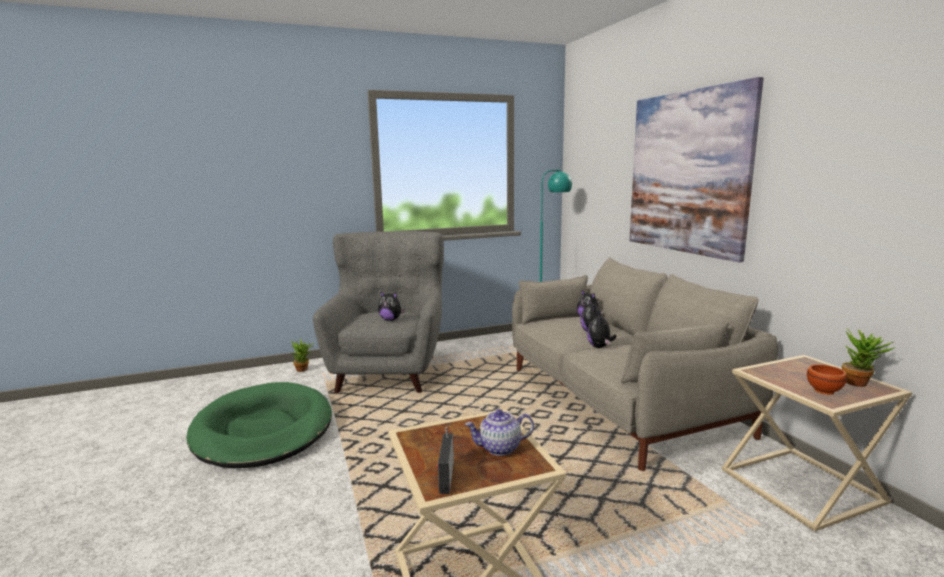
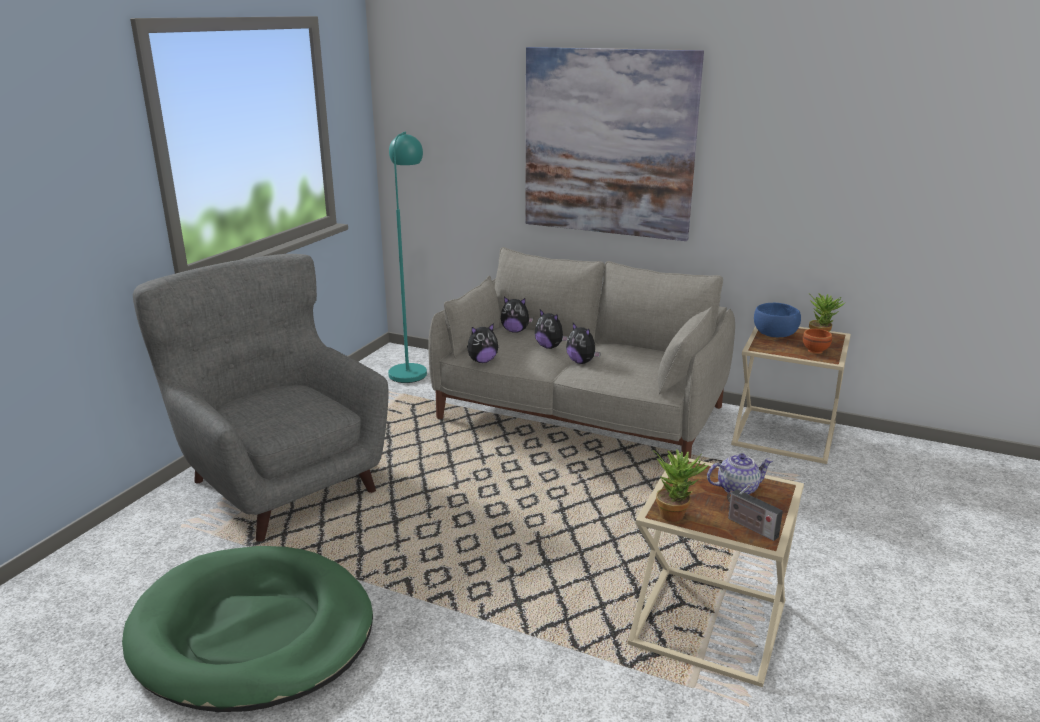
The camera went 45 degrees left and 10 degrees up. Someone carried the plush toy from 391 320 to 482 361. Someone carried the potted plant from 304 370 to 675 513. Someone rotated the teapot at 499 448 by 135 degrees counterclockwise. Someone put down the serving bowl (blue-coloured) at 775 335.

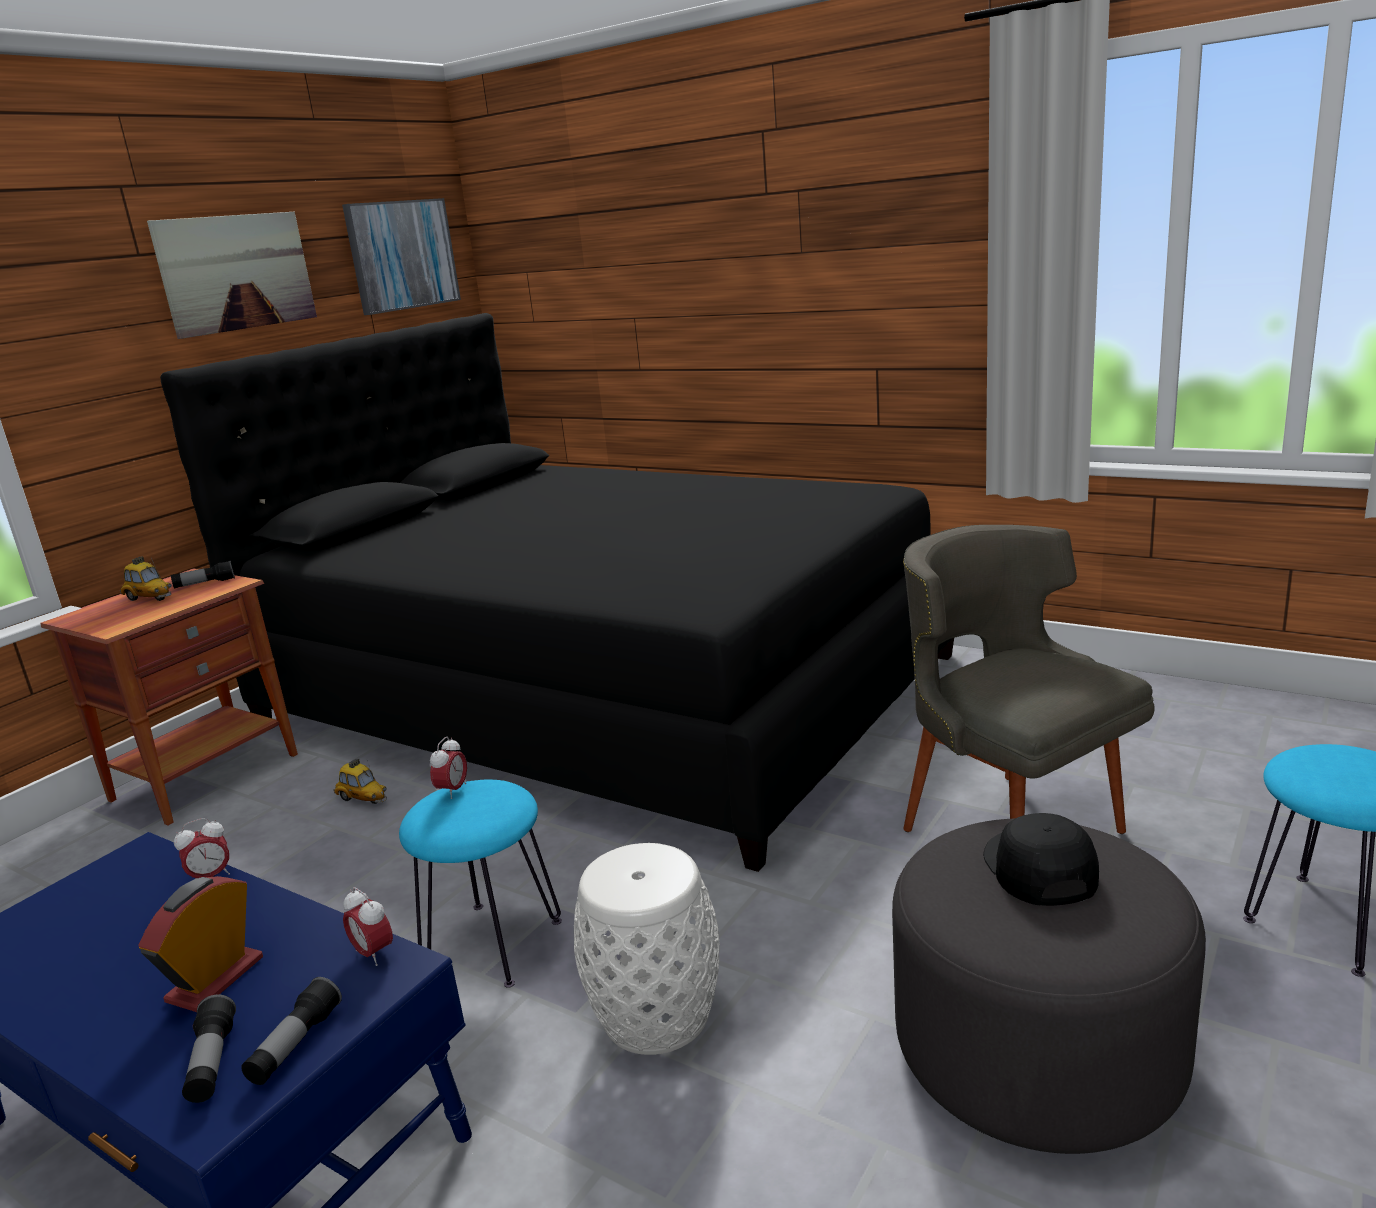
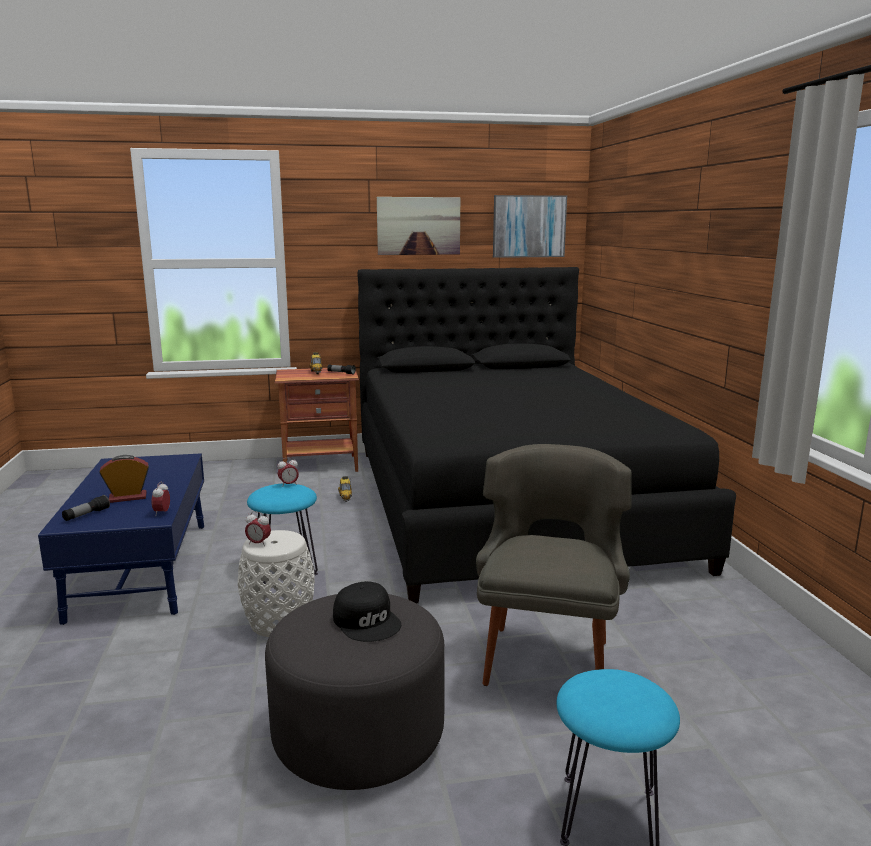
The camera went 45 degrees right and 5 degrees down. Someone carried the alarm clock from 211 877 to 258 543. Someone rotated the baseball cap (black) at 1037 868 by 105 degrees clockwise. Someone took away the flashlight at 295 1045.

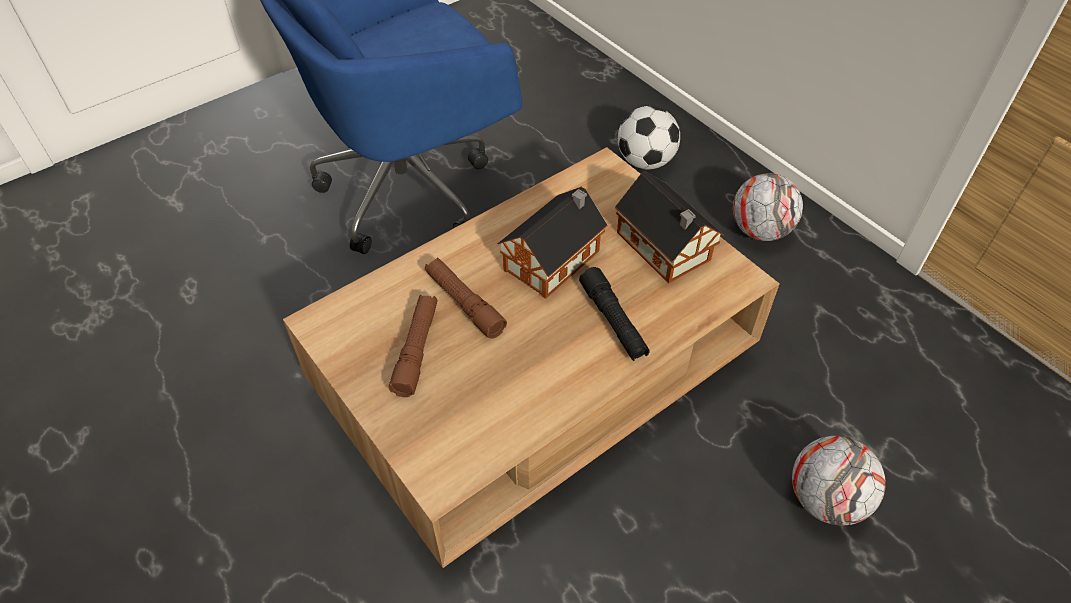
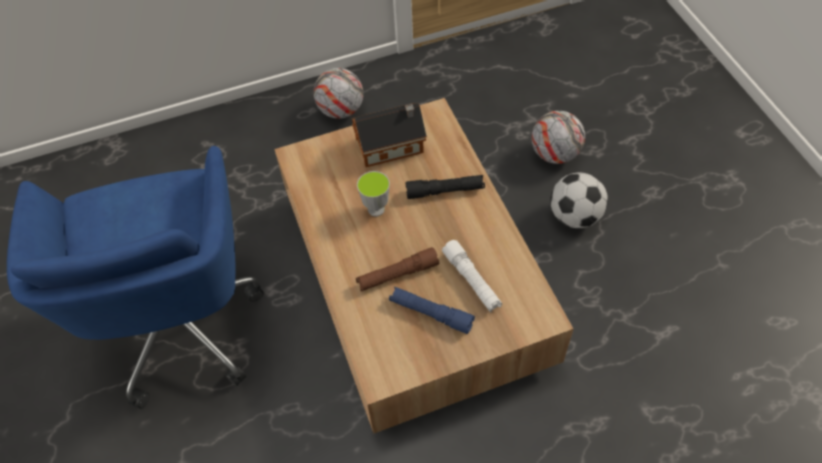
The camera went 70 degrees left and 5 degrees up. Someone swapped the model house at 555 258 for the drinking cup at 376 209. Someone repainted the flashlight (brownish) at 416 350, which became the flashlight (blue-coloured) at 431 313. Someone put down the flashlight (whitish) at 471 280. Someone carried the football ball from 645 161 to 574 216.

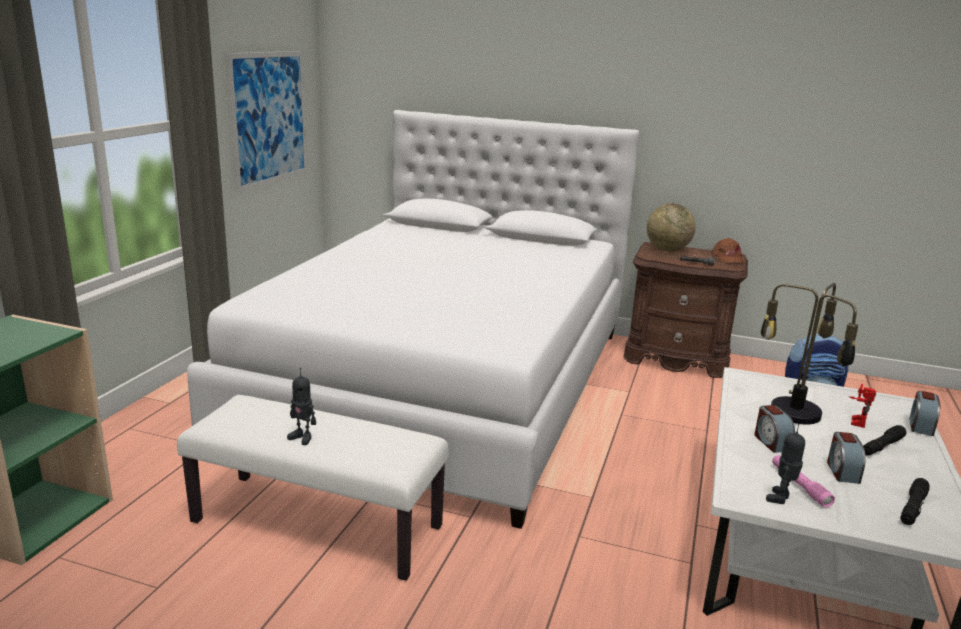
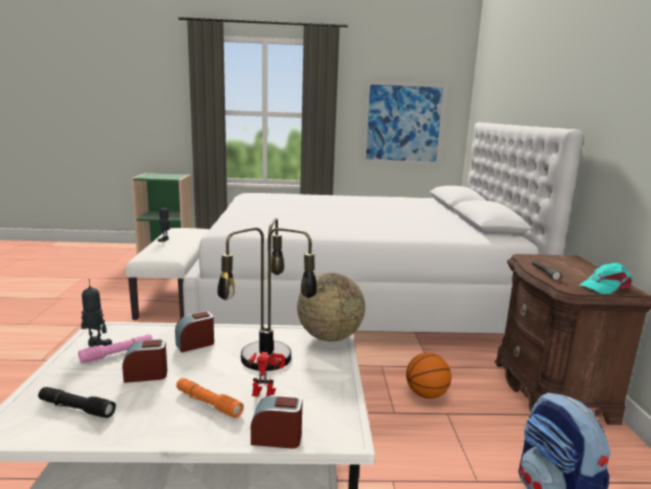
The camera went 70 degrees right and 5 degrees down. Someone repainted the flashlight (black) at 882 446, which became the flashlight (orange) at 208 403. Someone carried the globe from 667 250 to 329 337. Someone put down the ball for basketball at 426 394. Someone repainted the baseball cap (brownish) at 727 258, which became the baseball cap (blue-green) at 605 287.

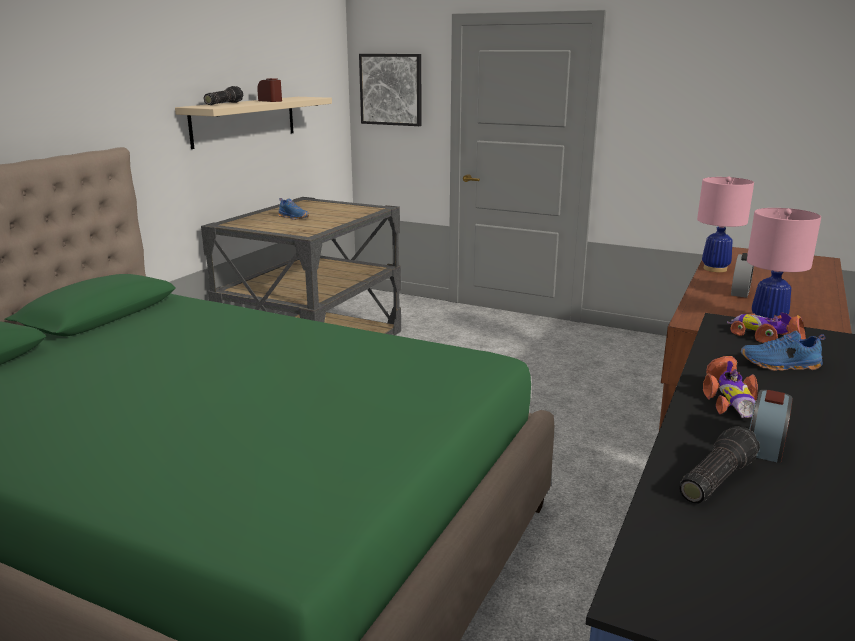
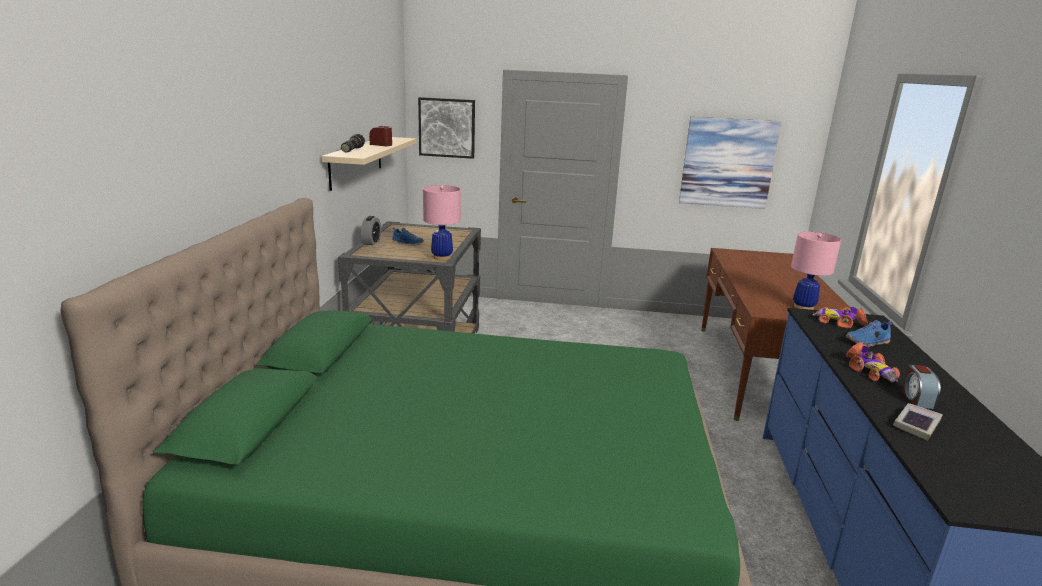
The camera went 20 degrees left and 0 degrees up. Someone carried the alarm clock from 740 292 to 371 242. Someone carried the lamp for a table (pink-coloured) from 715 269 to 442 257. Someone put up the wall art at 728 163. Someone swapped the flashlight at 714 479 for the book at 916 425.

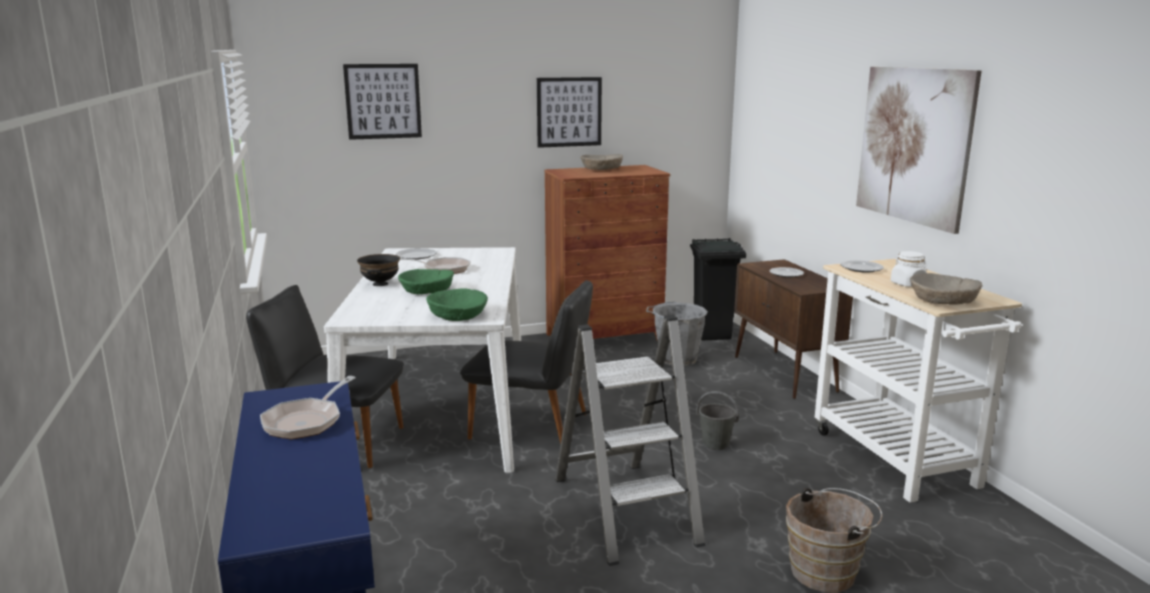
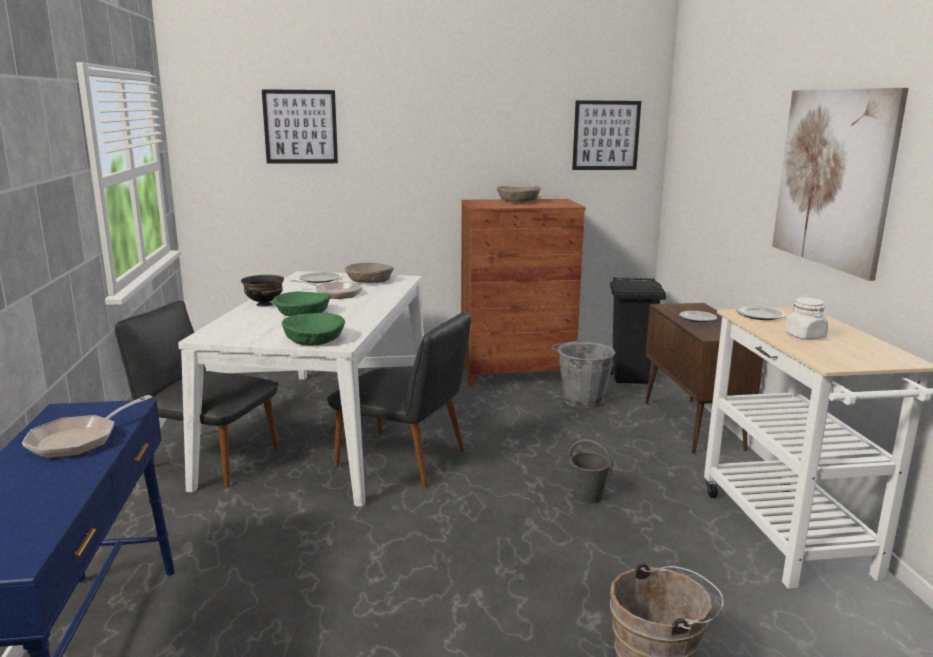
The camera went 10 degrees right and 0 degrees up. Someone carried the serving bowl (sand-coloured) from 943 301 to 369 281. Someone carried the wall art from 569 112 to 606 135. Someone took away the step stool (grey) at 624 508.

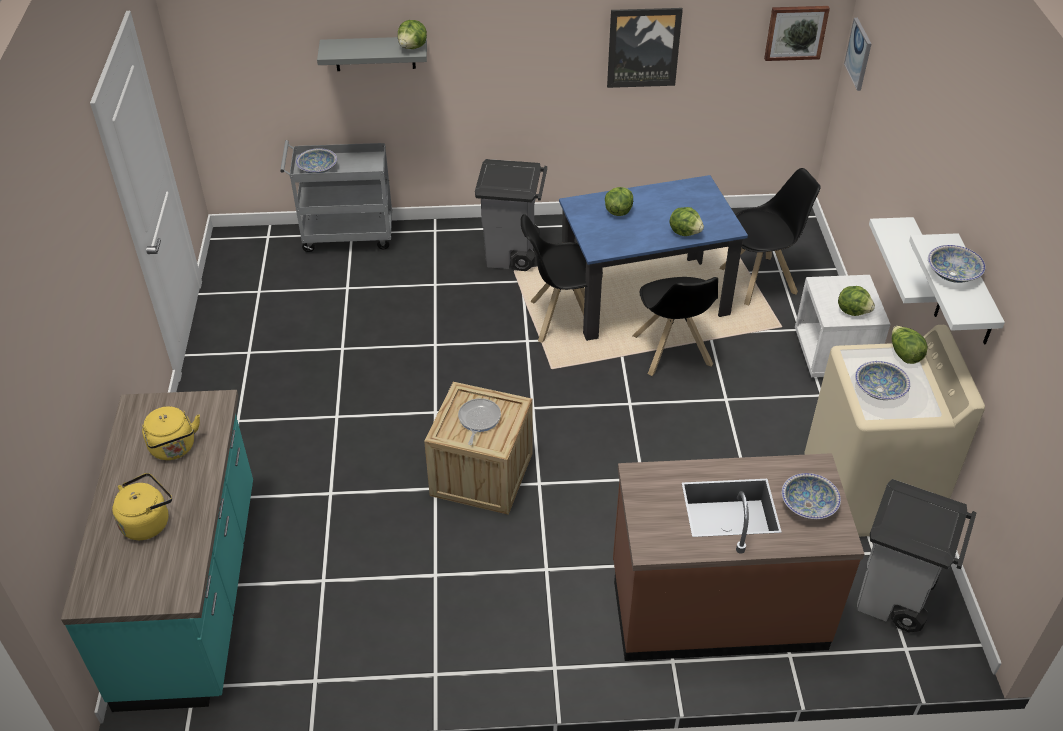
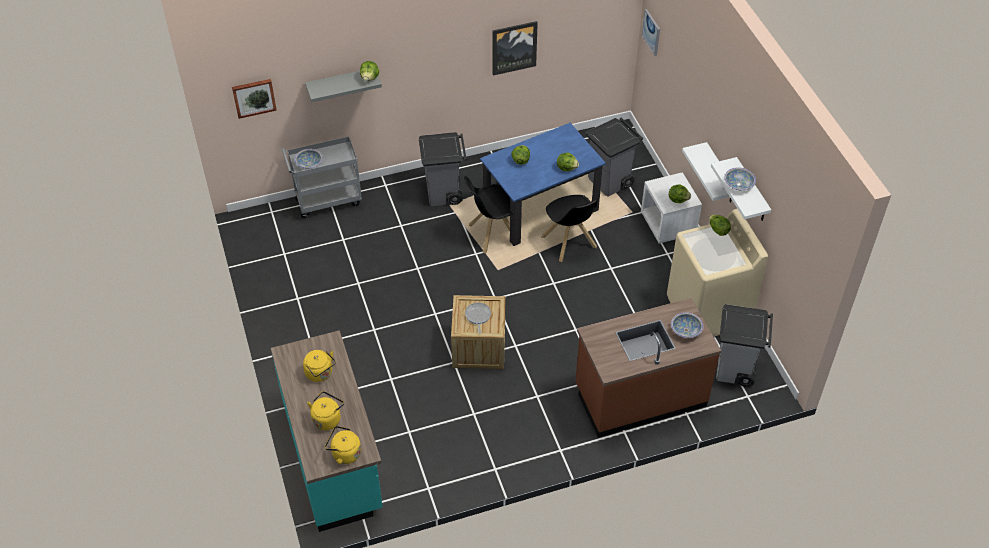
The camera went 15 degrees left and 5 degrees up. Someone carried the wall art from 795 32 to 254 97. Someone put down the tea kettle (yellow-coloured) at 344 453. Someone swapped the chair (black) at 760 280 for the waste bin (grey) at 610 181. Someone took away the serving bowl at 879 389.

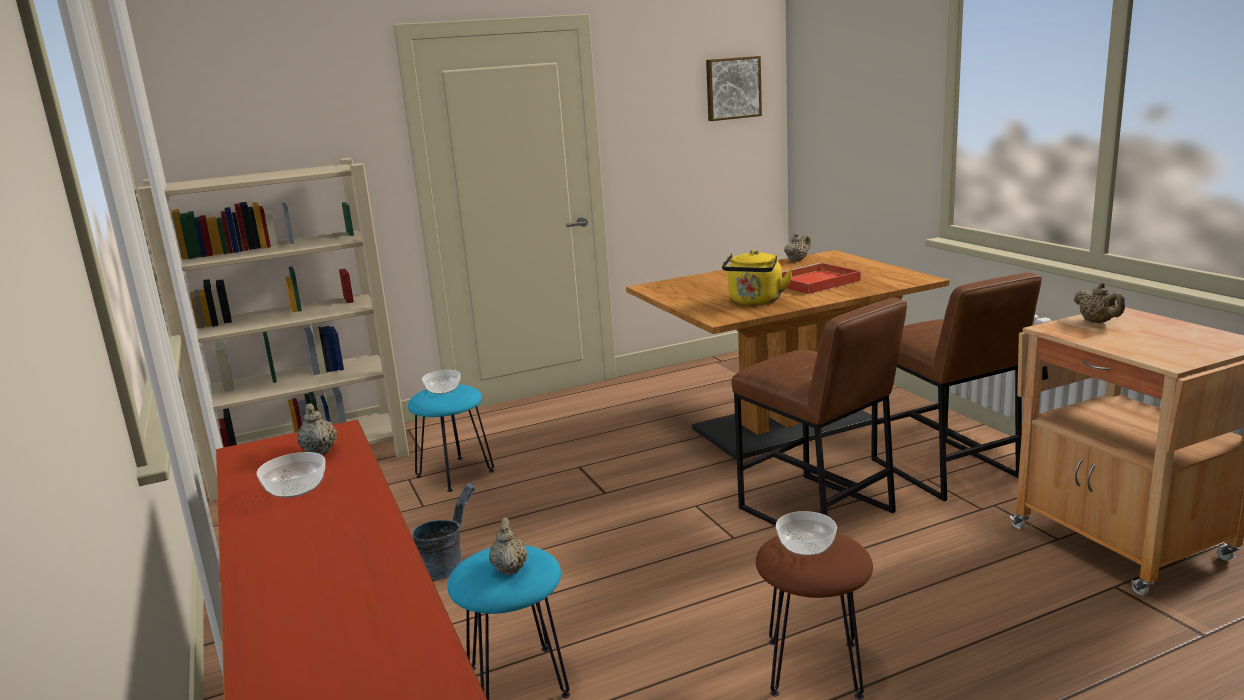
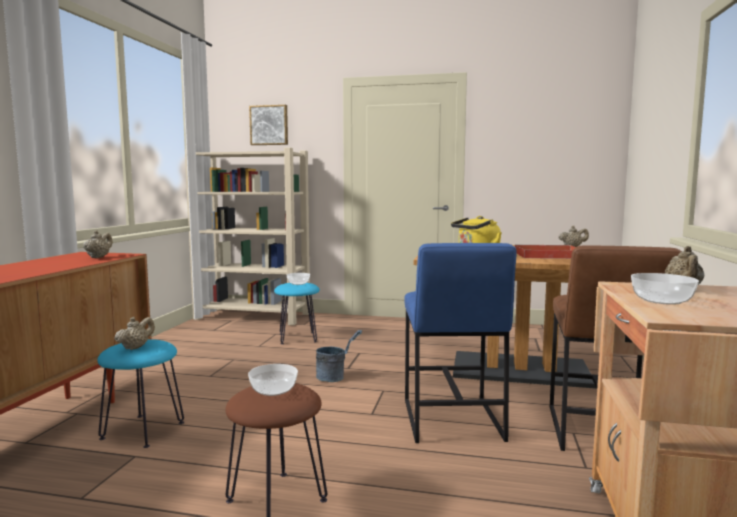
The camera went 35 degrees right and 10 degrees down. Someone carried the wall art from 732 88 to 269 125. Someone carried the water bucket (grey) from 448 565 to 335 377. Someone repainted the chair (brownish) at 817 511, which became the chair (blue-coloured) at 452 420. Someone carried the serving bowl from 297 488 to 663 300.

